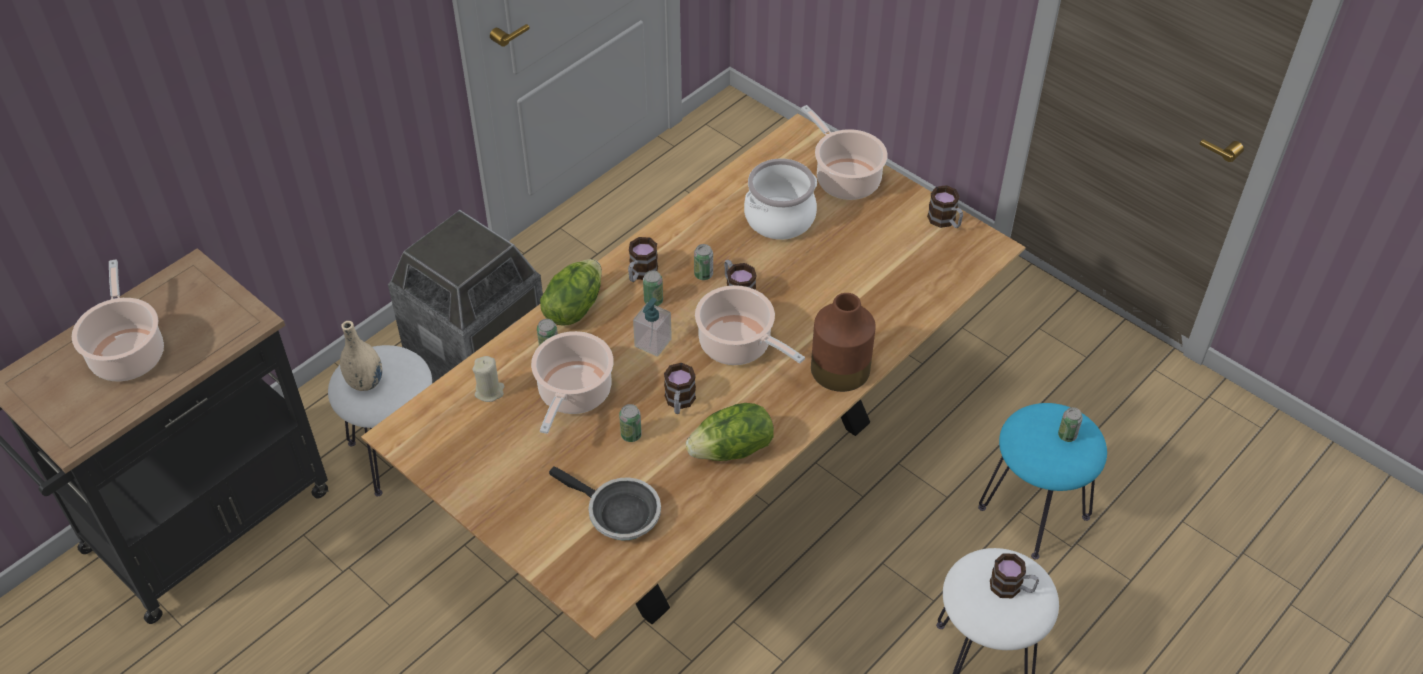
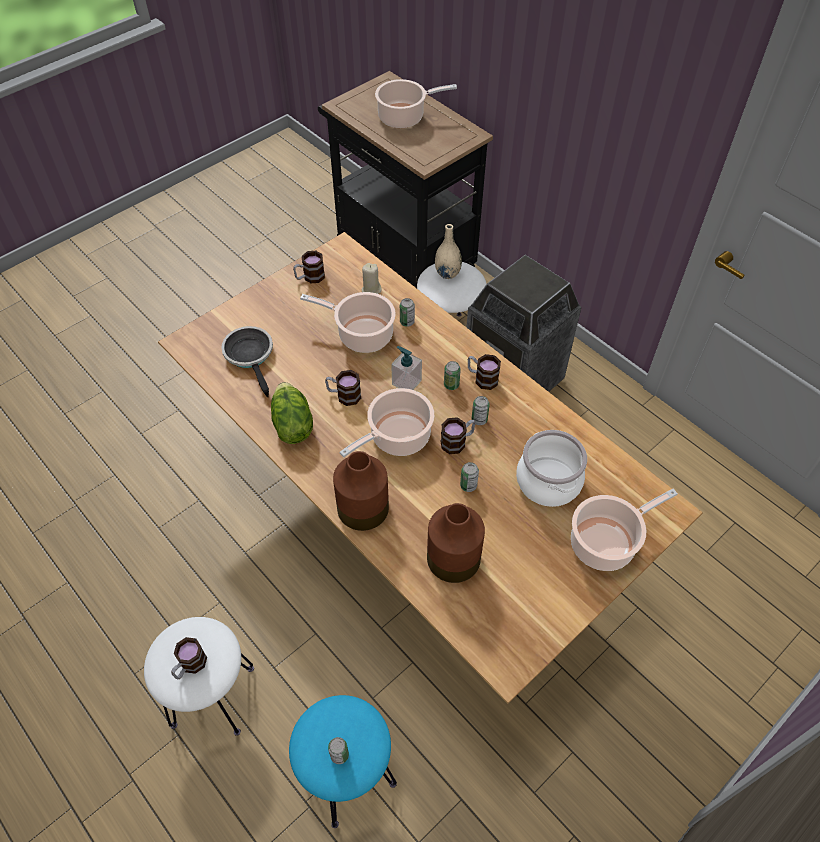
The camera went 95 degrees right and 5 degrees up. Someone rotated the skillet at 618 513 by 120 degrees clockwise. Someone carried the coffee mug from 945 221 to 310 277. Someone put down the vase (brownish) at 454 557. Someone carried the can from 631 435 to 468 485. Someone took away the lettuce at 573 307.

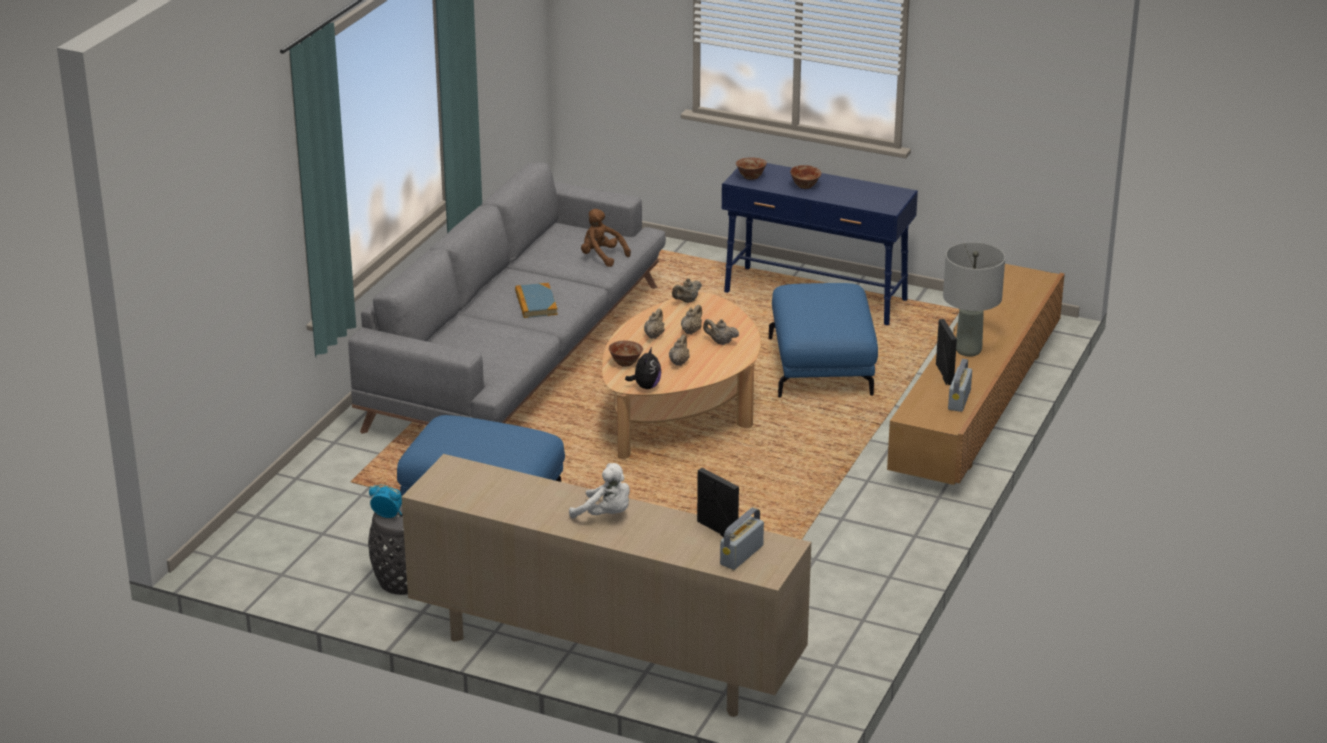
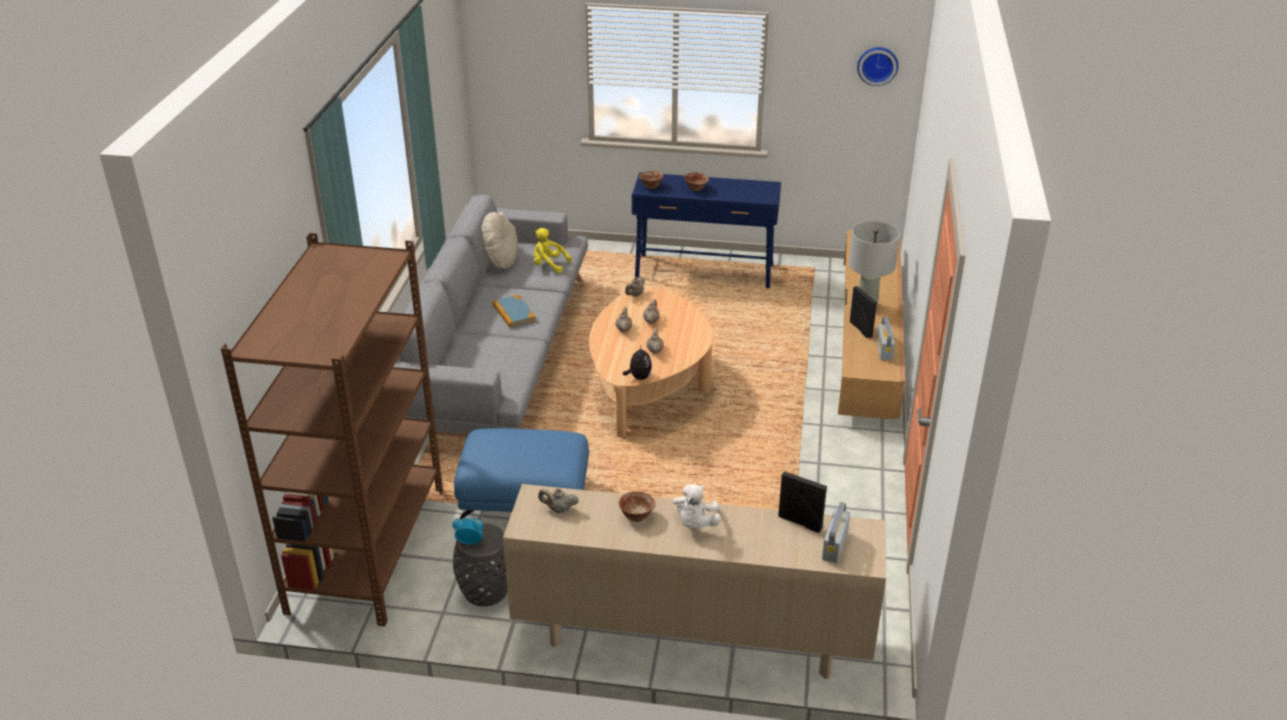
The camera went 15 degrees left and 5 degrees up. Someone put down the bookcase (brownish) at 367 549. Someone put down the cushion (sand-coloured) at 501 262. Someone repainted the plush toy (brownish) at 601 256, which became the plush toy (yellow-coloured) at 549 265. Someone carried the teapot (sand-coloured) from 720 342 to 559 509. Someone carried the serving bowl from 625 363 to 636 516. Someone rotated the plush toy (whitish) at 605 515 by 90 degrees clockwise. Someone put up the clock on the wall at 877 65. Someone took away the ottoman (blue-coloured) at 822 367.

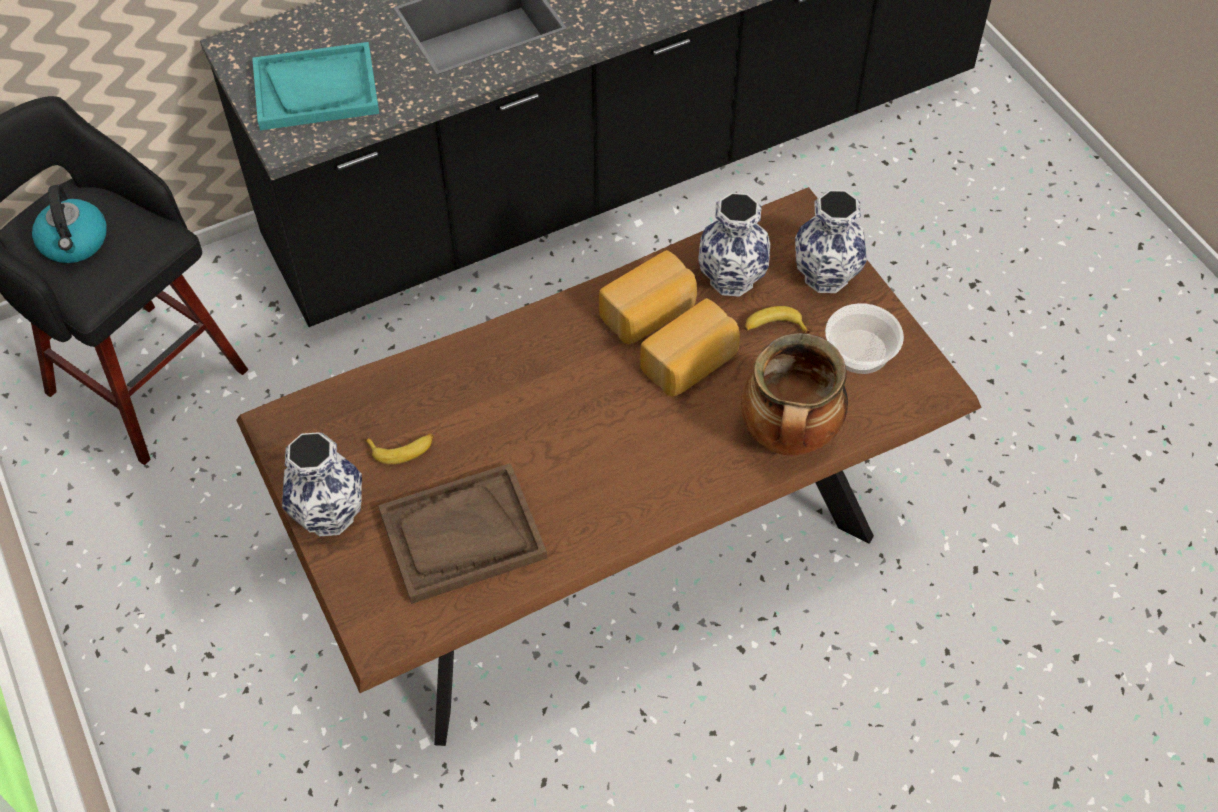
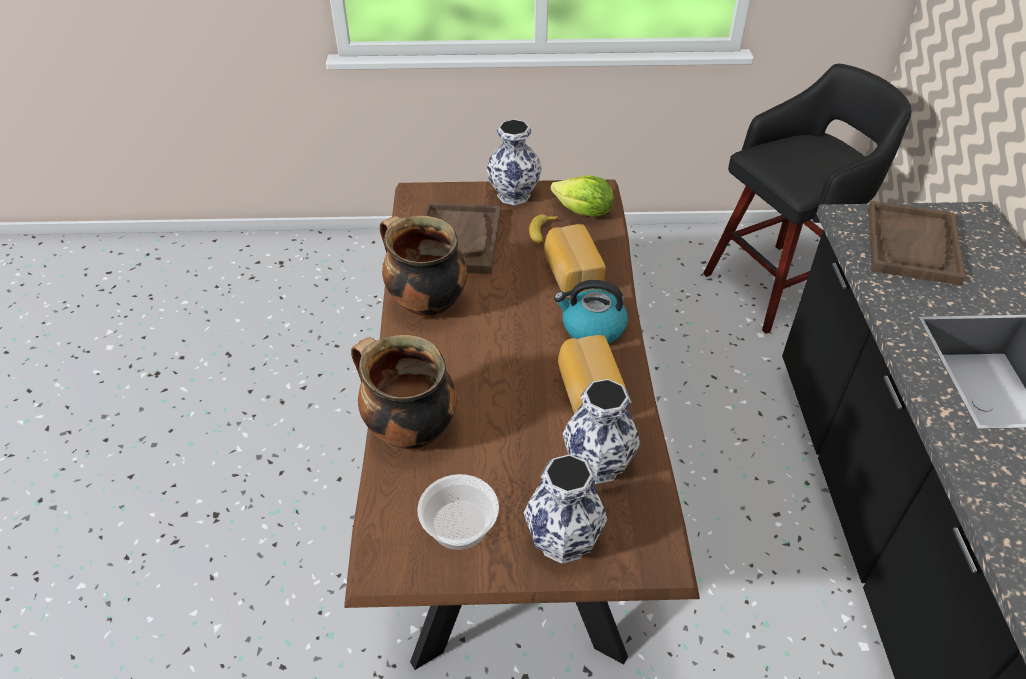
The camera went 115 degrees right and 10 degrees down. Someone put down the stockpot at 425 304. Someone carried the baked bread from 691 364 to 571 275. Someone put down the lettuce at 583 212. Someone carried the tea kettle from 75 243 to 592 328. Someone repainted the tray (blue-green) at 316 89, which became the tray (brownish) at 912 245. Someone took away the banana fruit at 773 327.

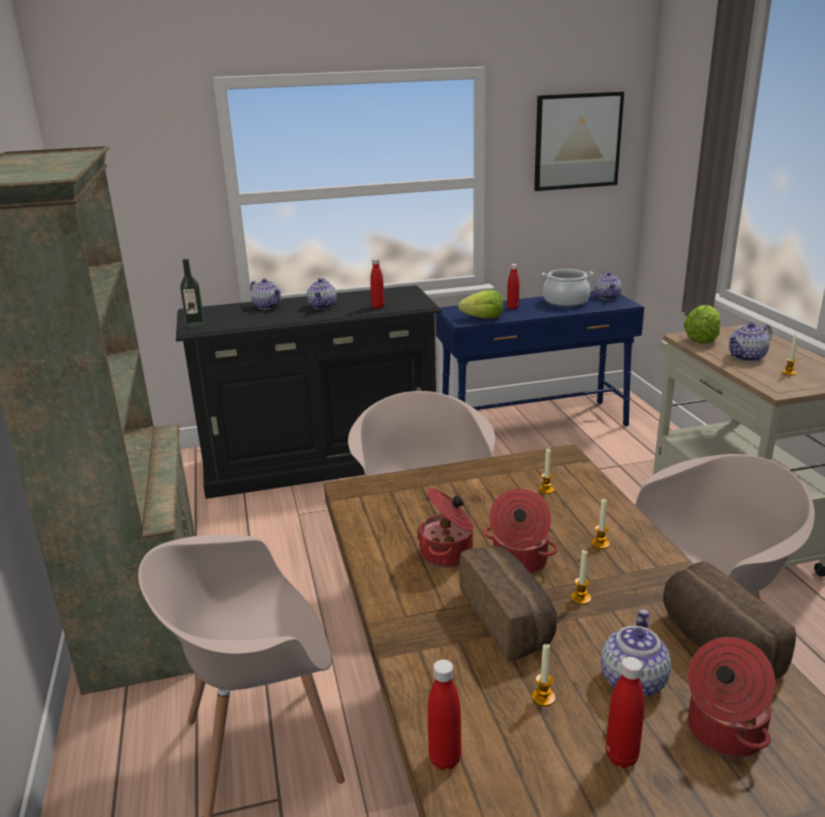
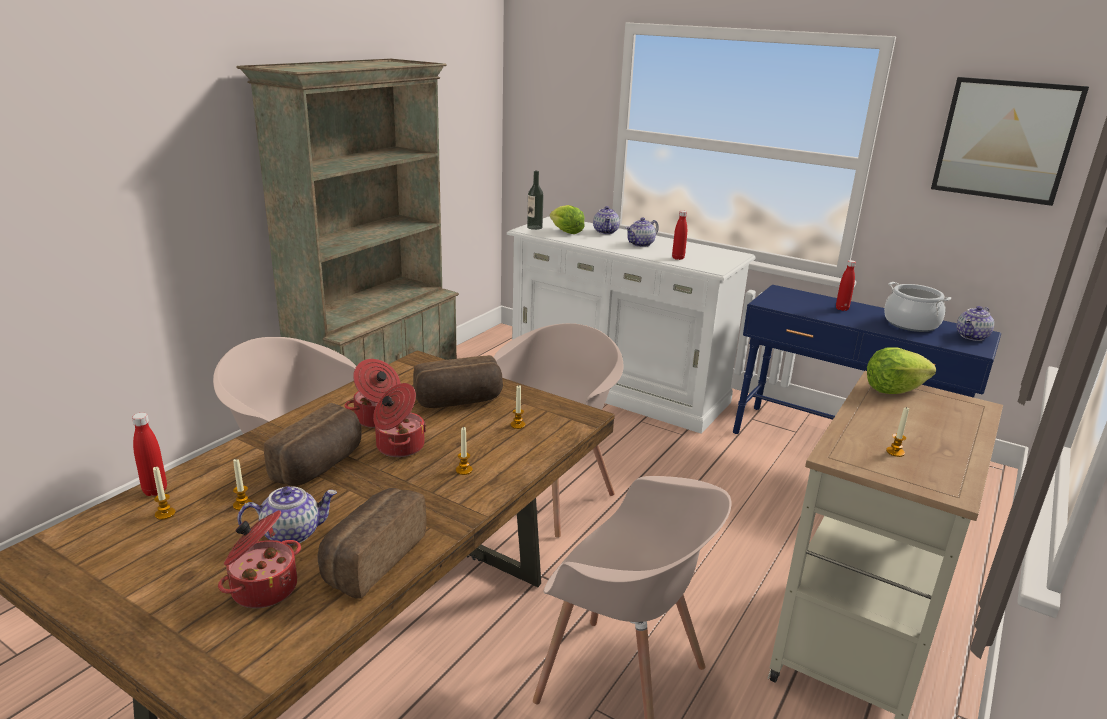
The camera went 45 degrees right and 0 degrees up. Someone carried the wax candle from 581 598 to 165 514. Someone put down the baked bread at 459 402. Someone repainted the cupboard (black) at 321 461, which became the cupboard (whitish) at 617 387. Someone carried the lettuce from 483 318 to 566 232. Someone took away the drink bottle (red) at 621 757. Someone took away the teapot at 747 357.

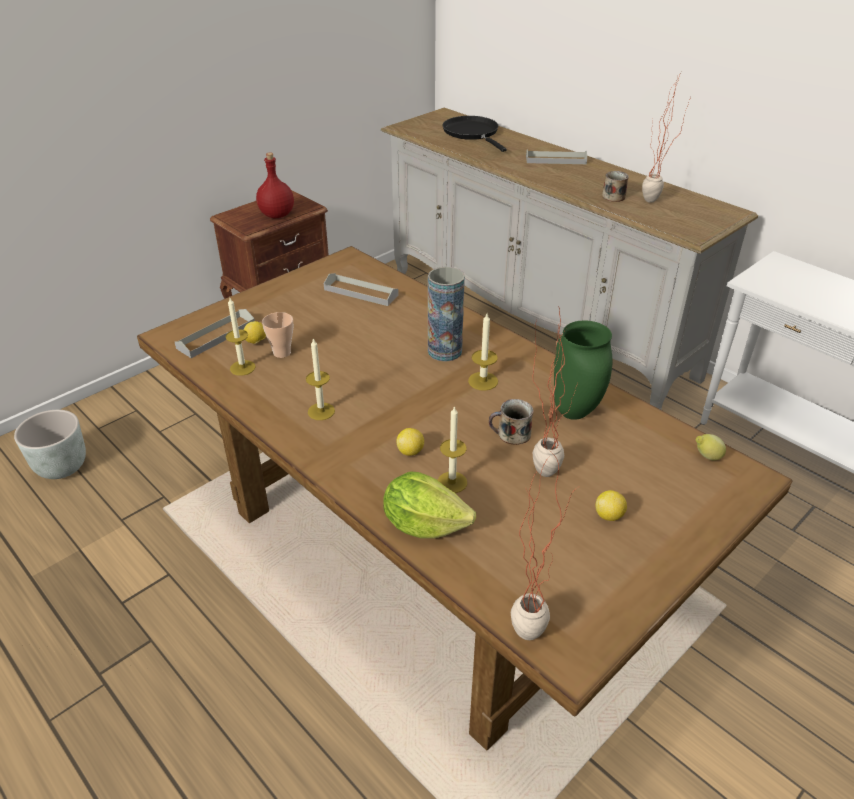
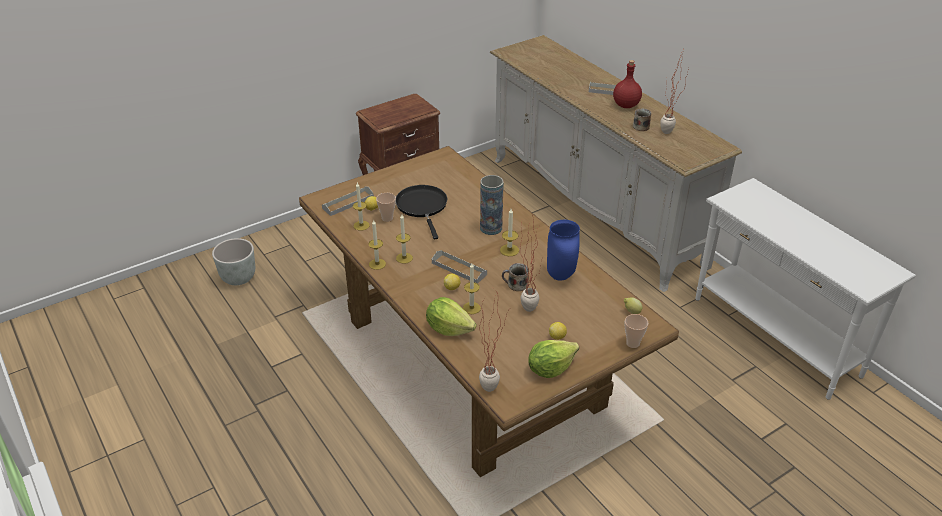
The camera went 10 degrees right and 0 degrees up. Someone put down the wax candle at 377 264. Someone carried the skillet (black) from 472 133 to 422 207. Someone carried the tray (grey) from 361 292 to 459 269. Someone put down the lettuce at 550 369. Someone repainted the vase (greenish) at 576 412, which became the vase (blue-coloured) at 561 276. Someone carried the drink bottle (red) from 277 215 to 626 105. Someone put down the drinking cup at 633 343.

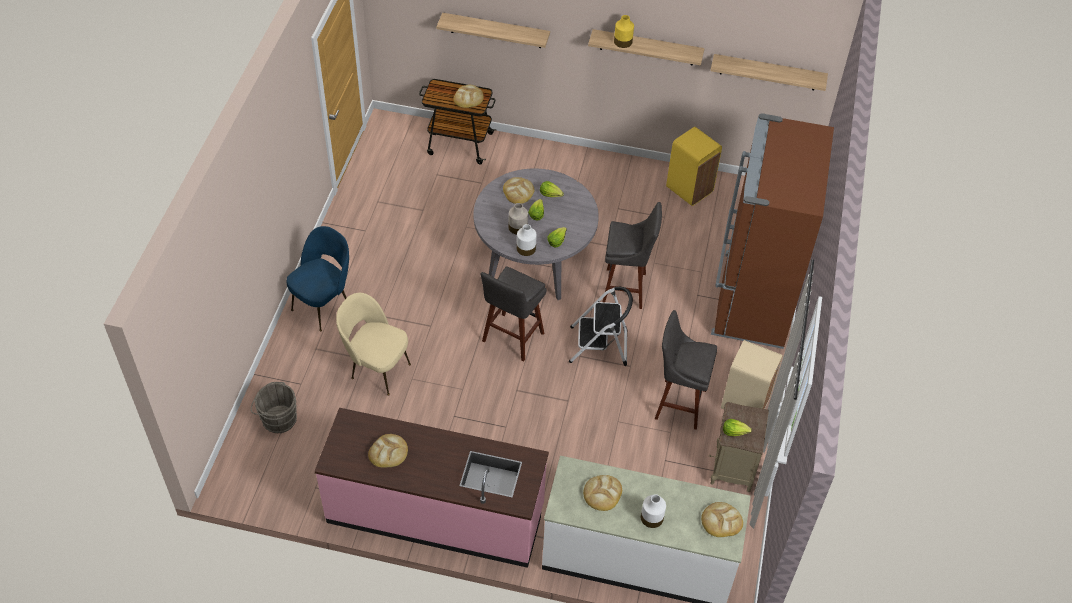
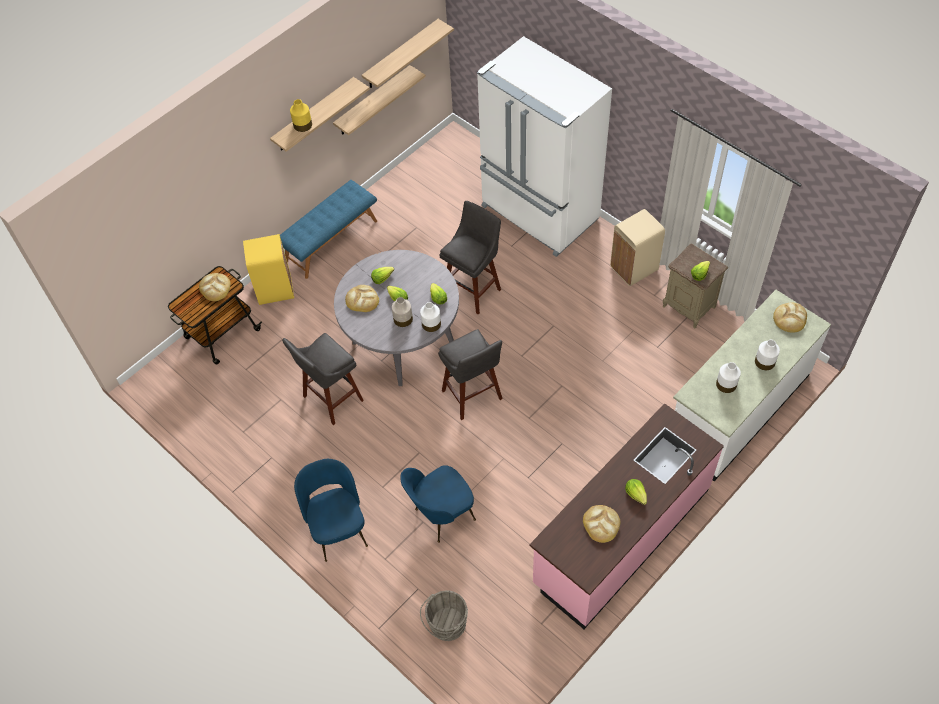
The camera went 55 degrees left and 5 degrees up. Someone carried the waste bin (yellow-coloured) from 689 190 to 275 290. Someone put down the long seat (blue-coloured) at 331 240. Someone carried the sitting stool (grey) from 678 403 to 331 399. Someone carried the shelf from 496 30 to 373 101. Someone repainted the chair (sand-coloured) at 376 369, which became the chair (blue-coloured) at 440 517. Someone repainted the refrigerator (brownish) at 751 300, which became the refrigerator (whitish) at 539 214. Someone put down the lettuce at 636 494. Someone swapped the baked bread at 602 493 for the vase (whitish) at 726 384. Someone took away the step stool at 600 346.

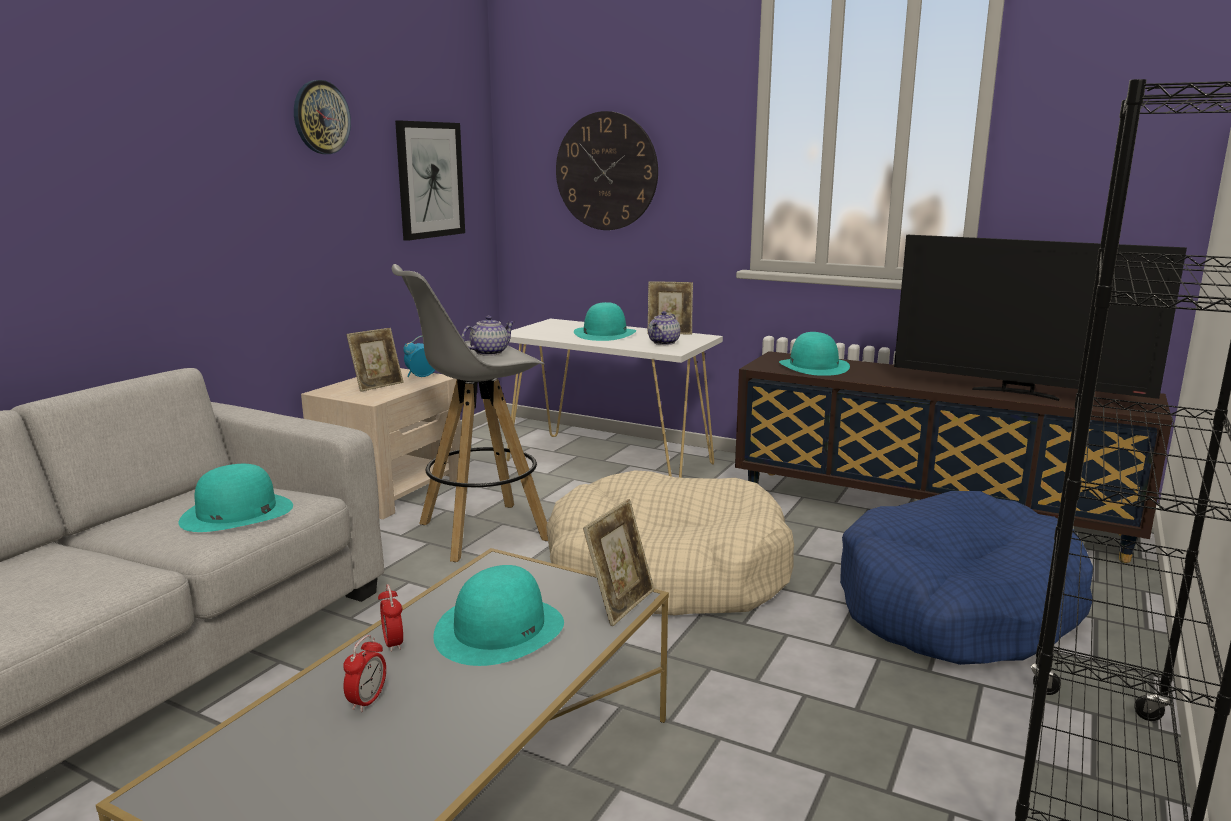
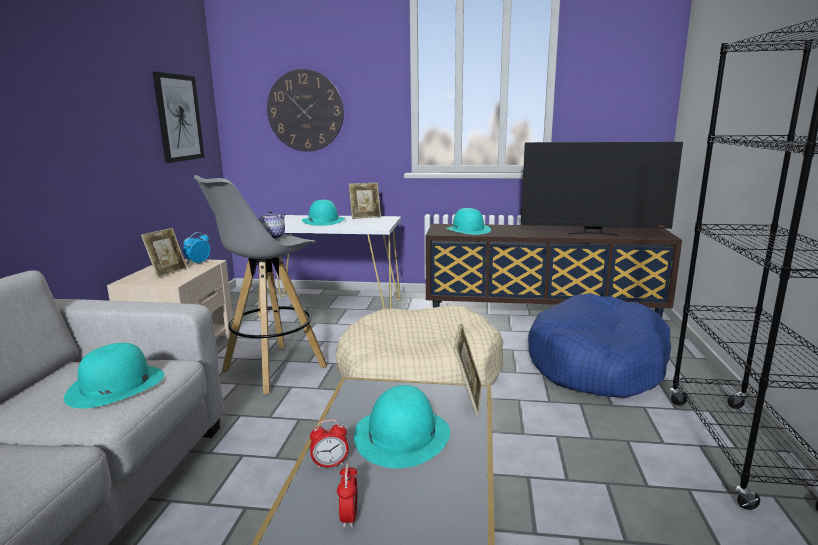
The camera went 20 degrees left and 0 degrees up. Someone rotated the alarm clock at 393 643 by 60 degrees counterclockwise. Someone took away the clock on the wall at 321 117. Someone took away the teapot at 664 343.

